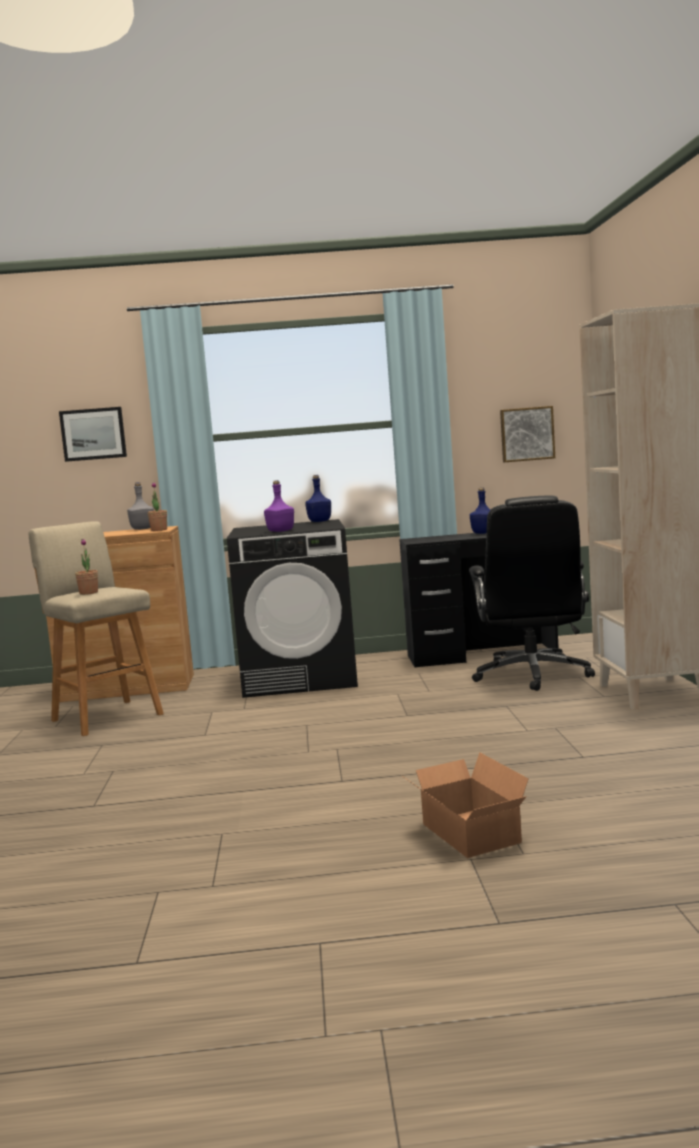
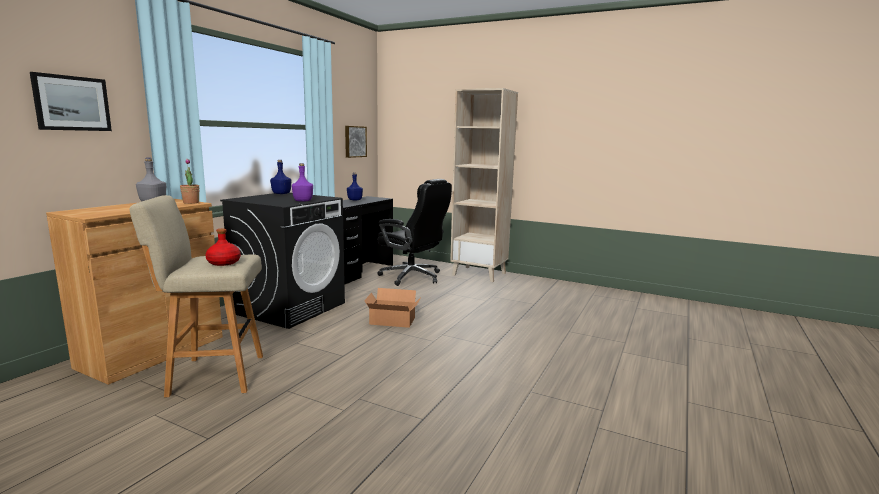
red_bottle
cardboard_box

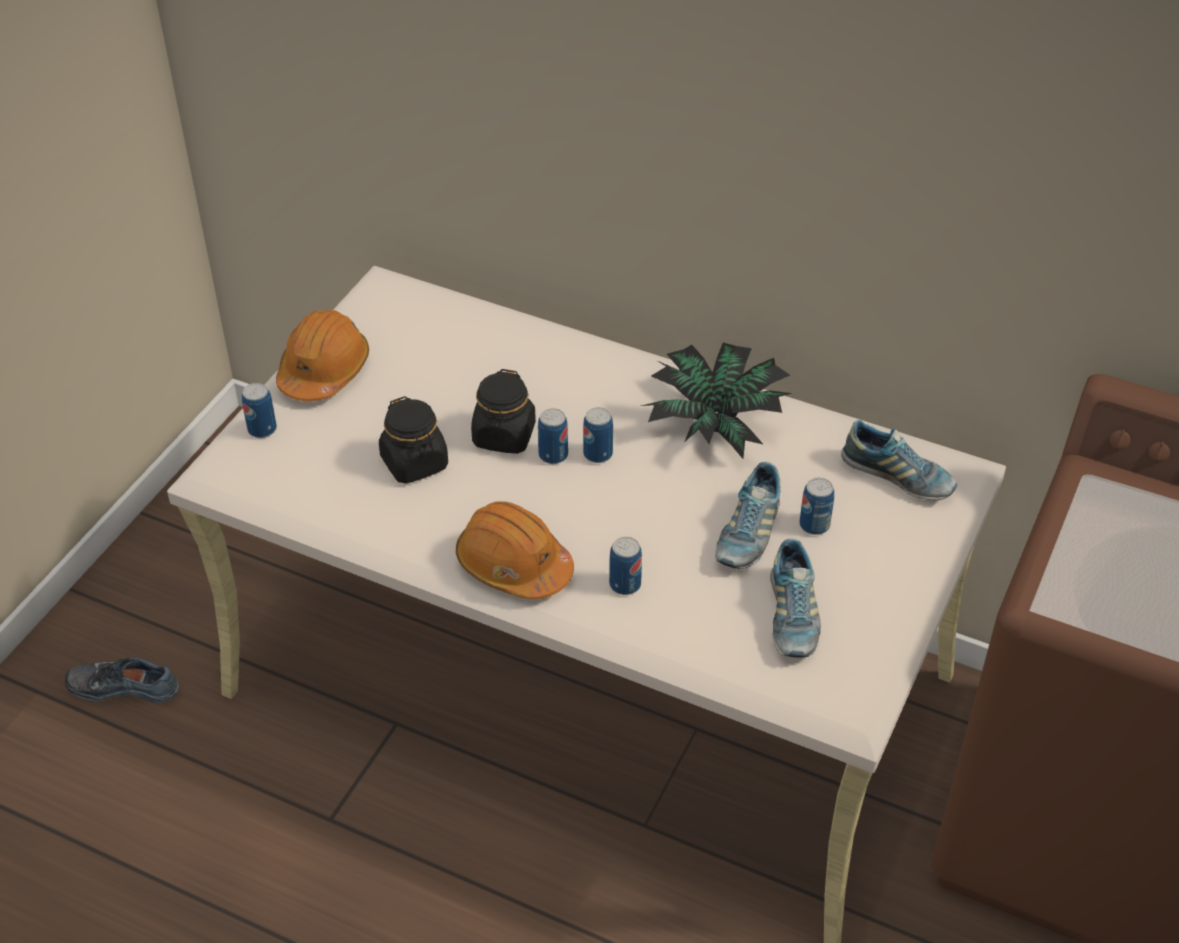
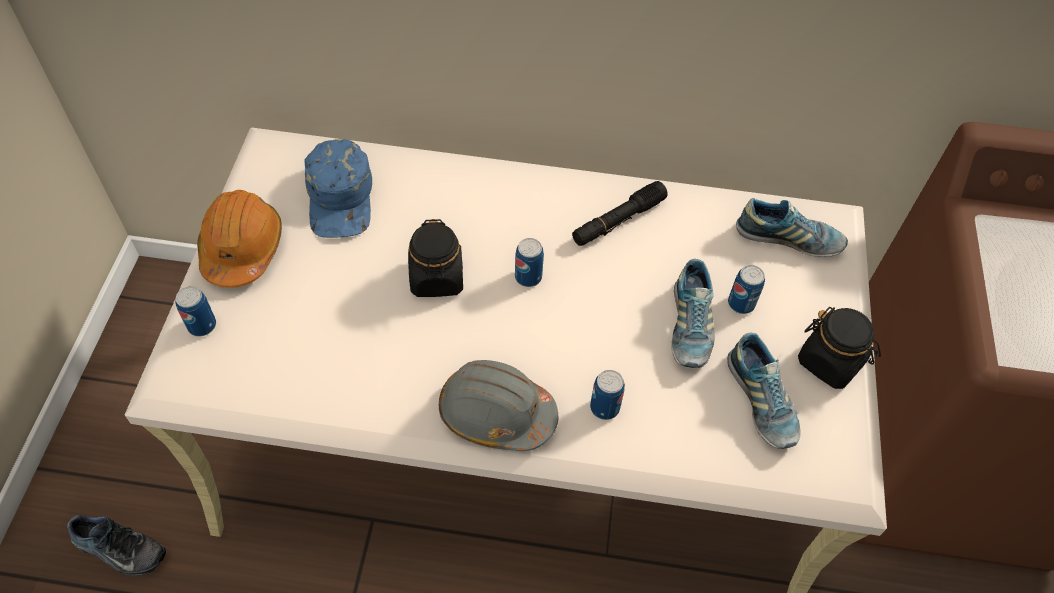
shoe (no. 1 from left)
black_jar (no. 2 from left)
grey_hard_hat
can (no. 2 from left in the first image)
black_flashlight
blue_cap

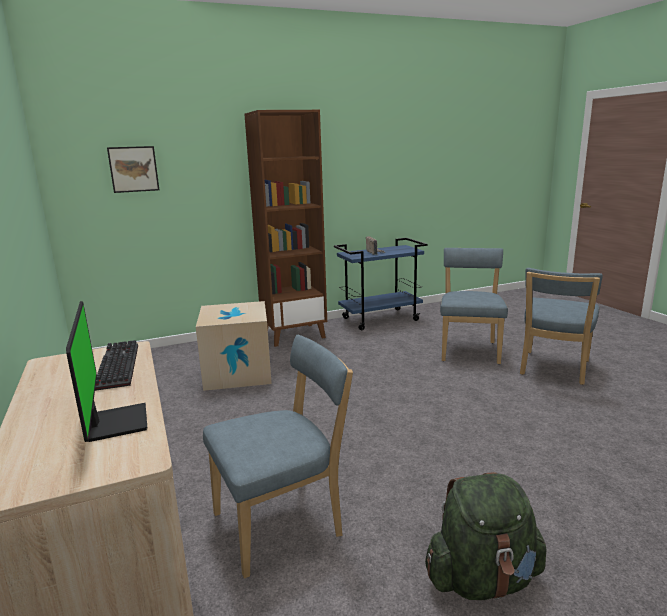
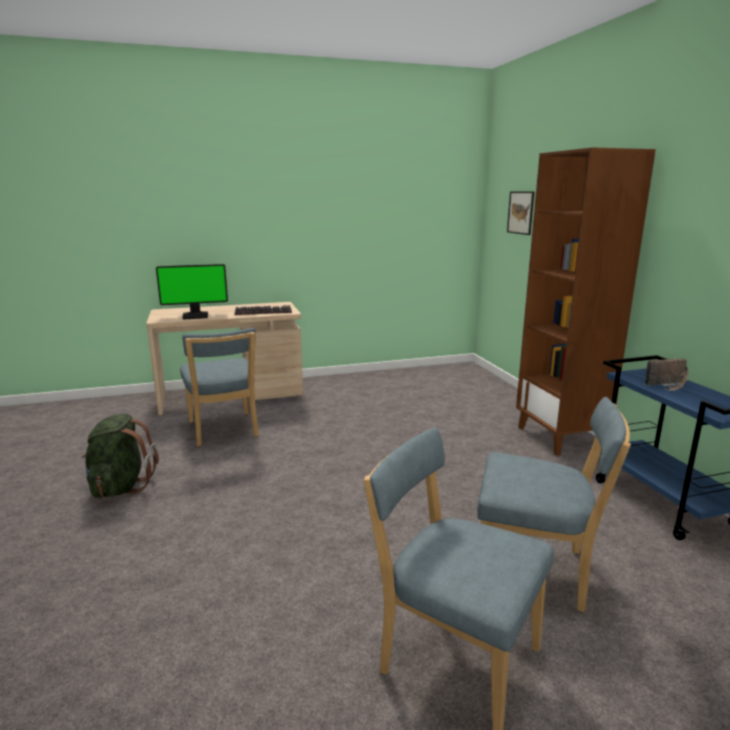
cardboard_box

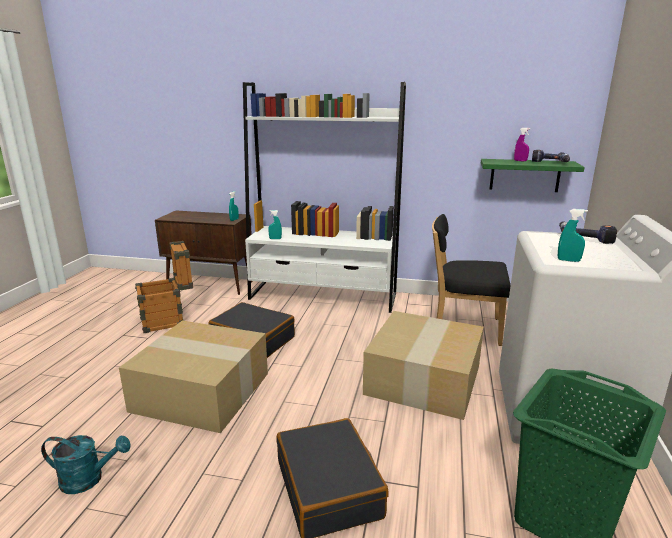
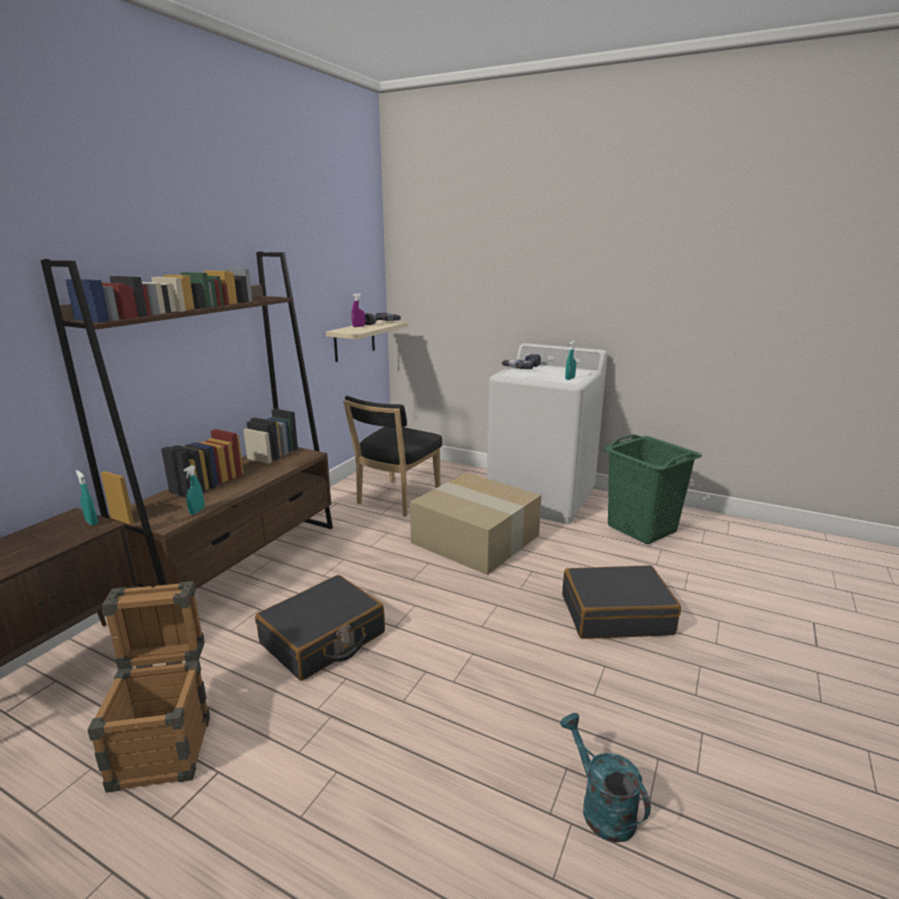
turquoise_watering_can
cardboard_box (no. 1 from left in the first image)
brown_bookcase
beige_shelf

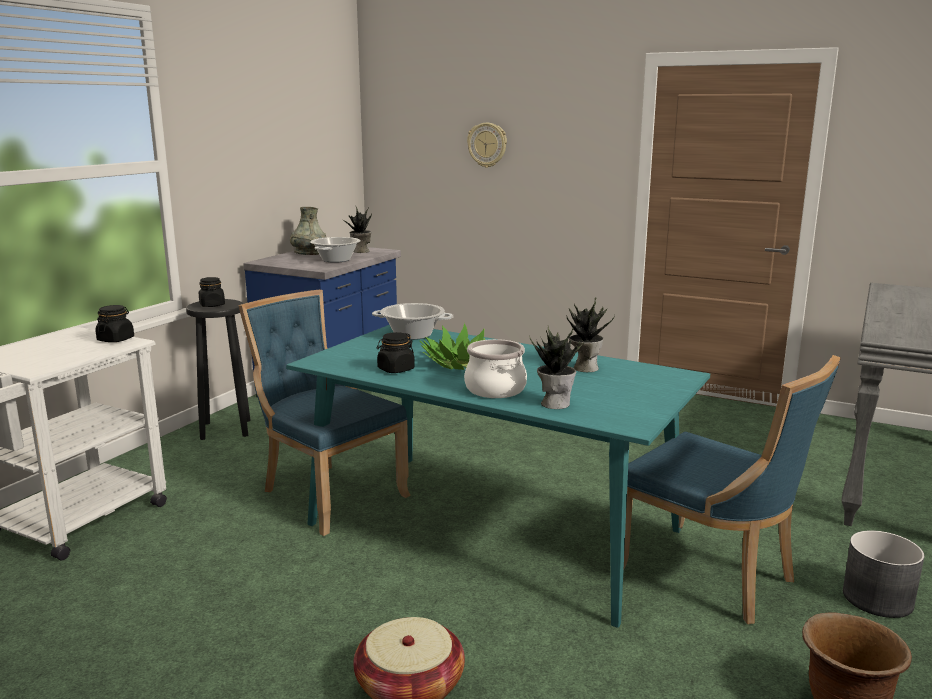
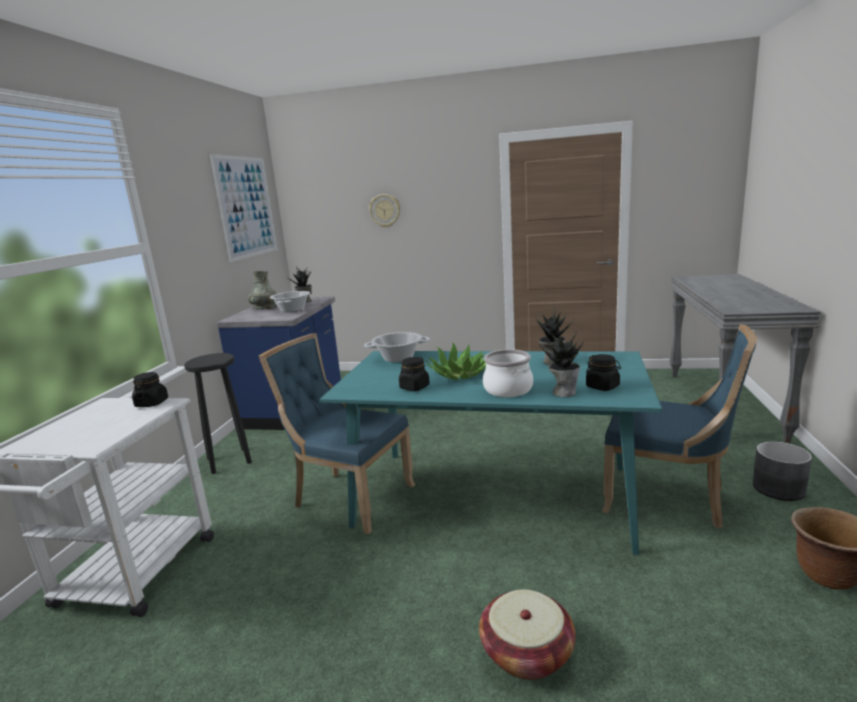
black_jar (no. 3 from left)
picture

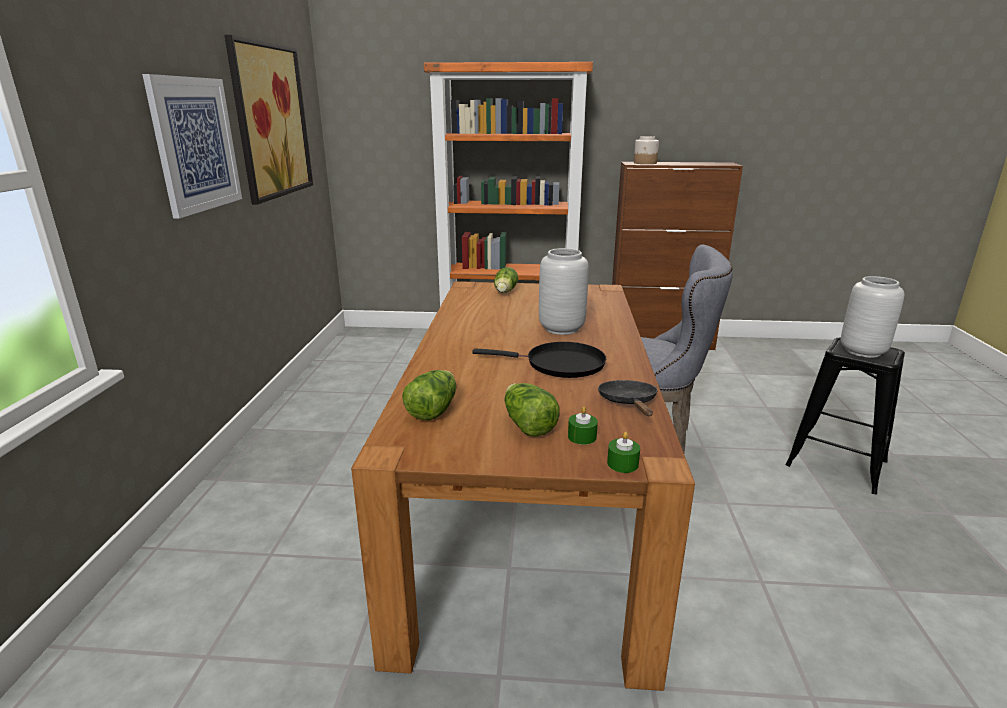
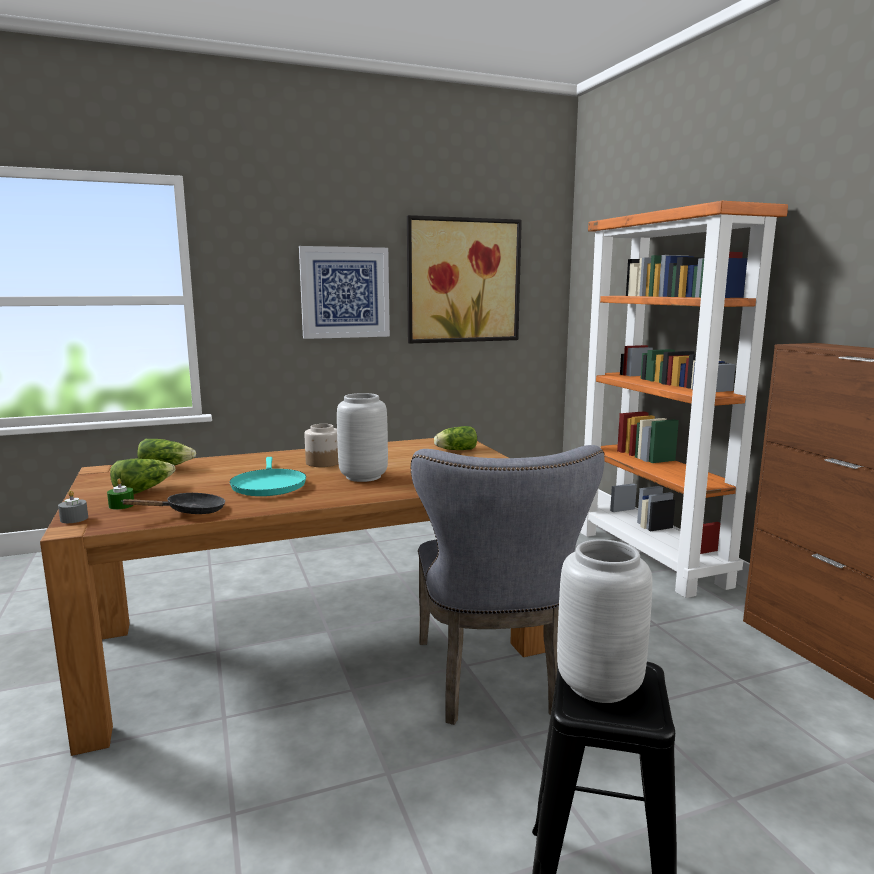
turquoise_frying_pan
grey_candle
jar

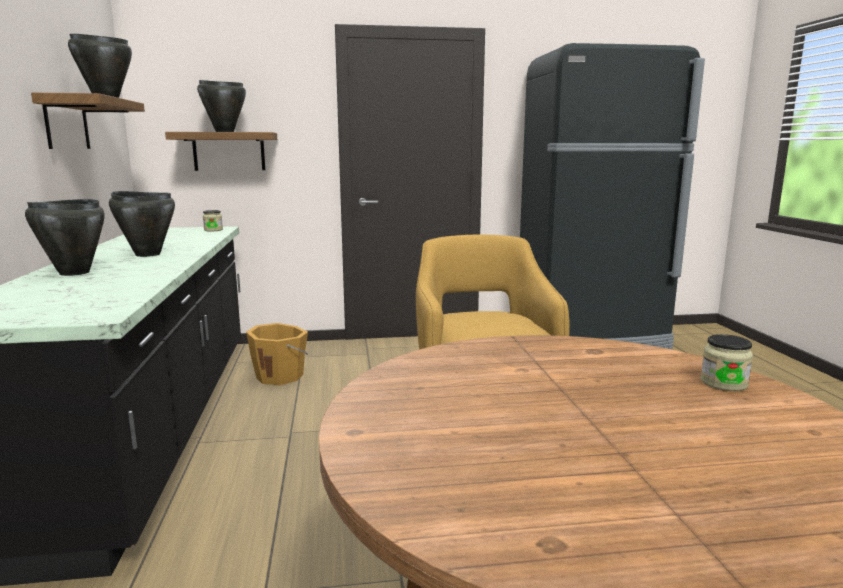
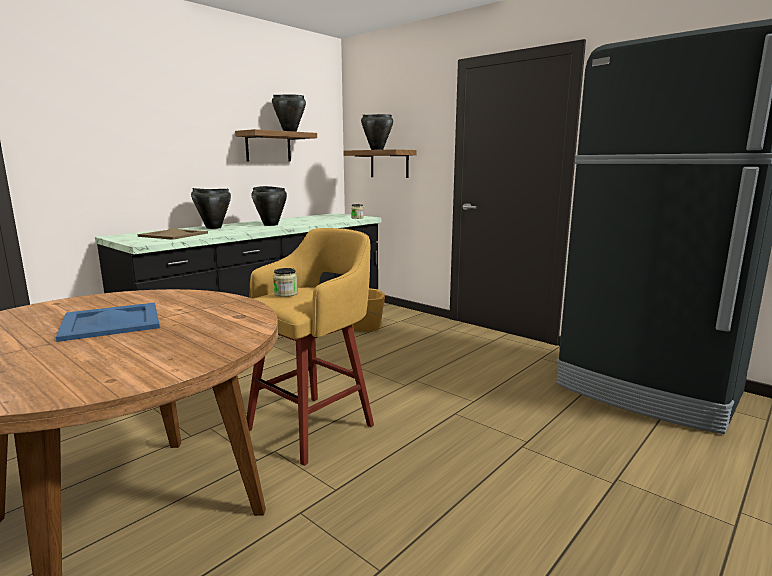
jar (no. 1 from left)
blue_tray
beige_tray

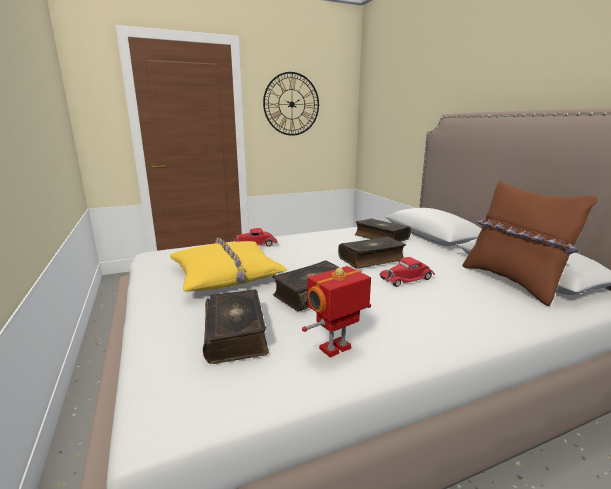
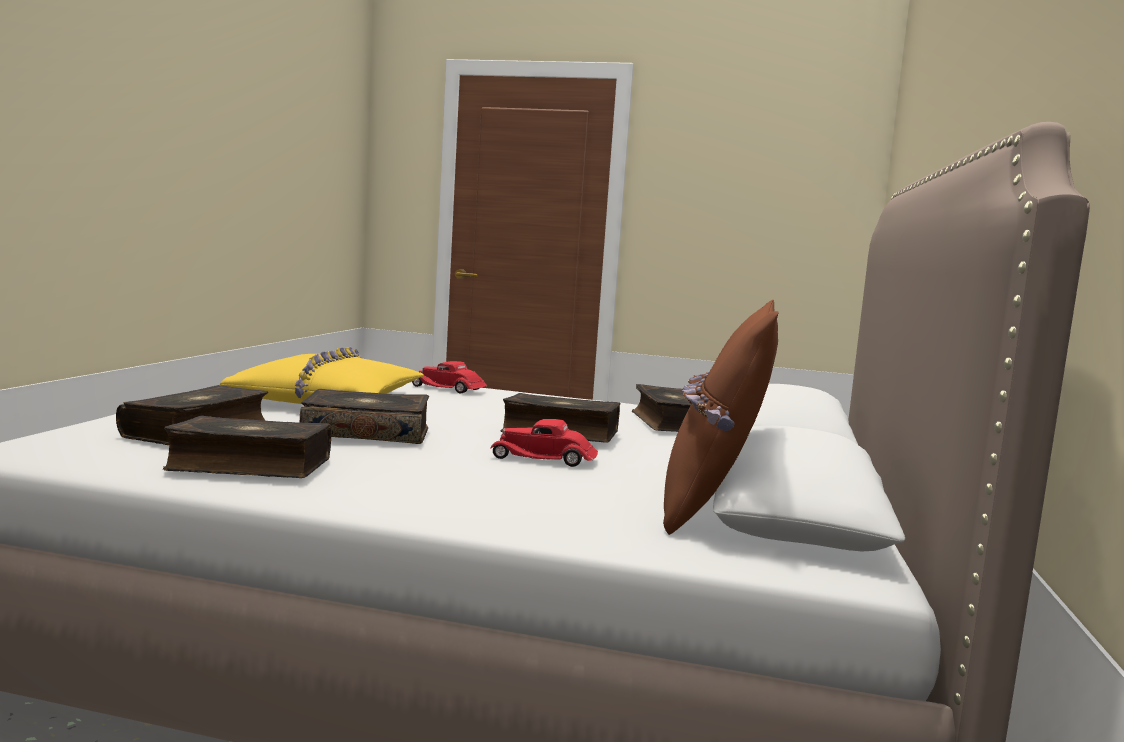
wall_clock
book (no. 2 from left)

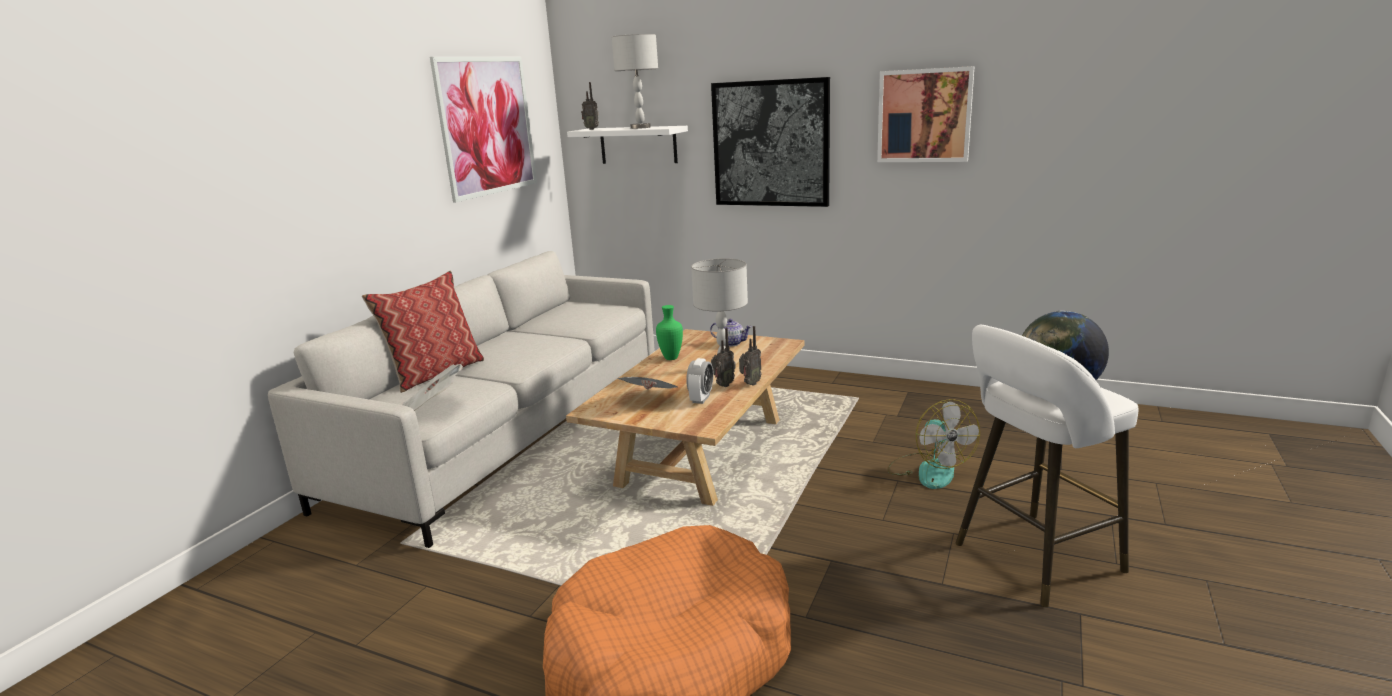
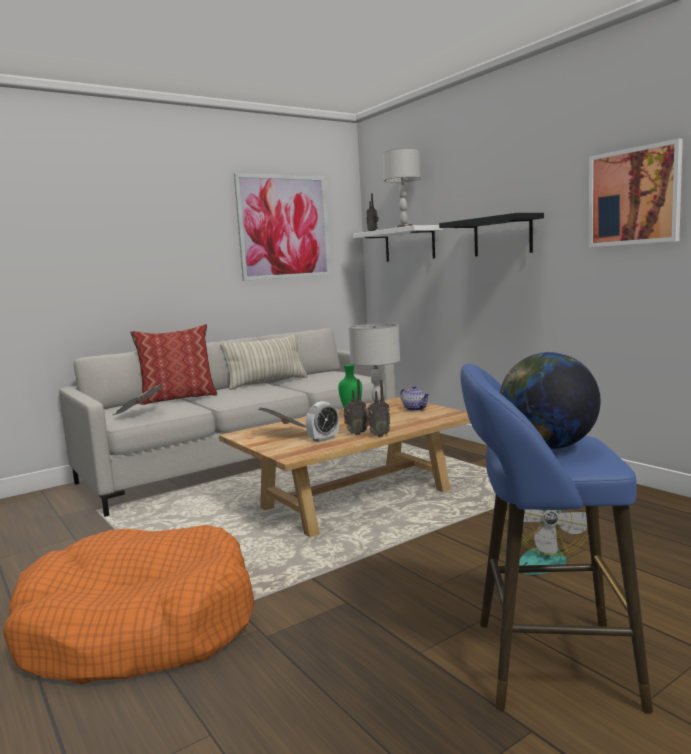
black_shelf
blue_stool
pillow (no. 2 from left)

